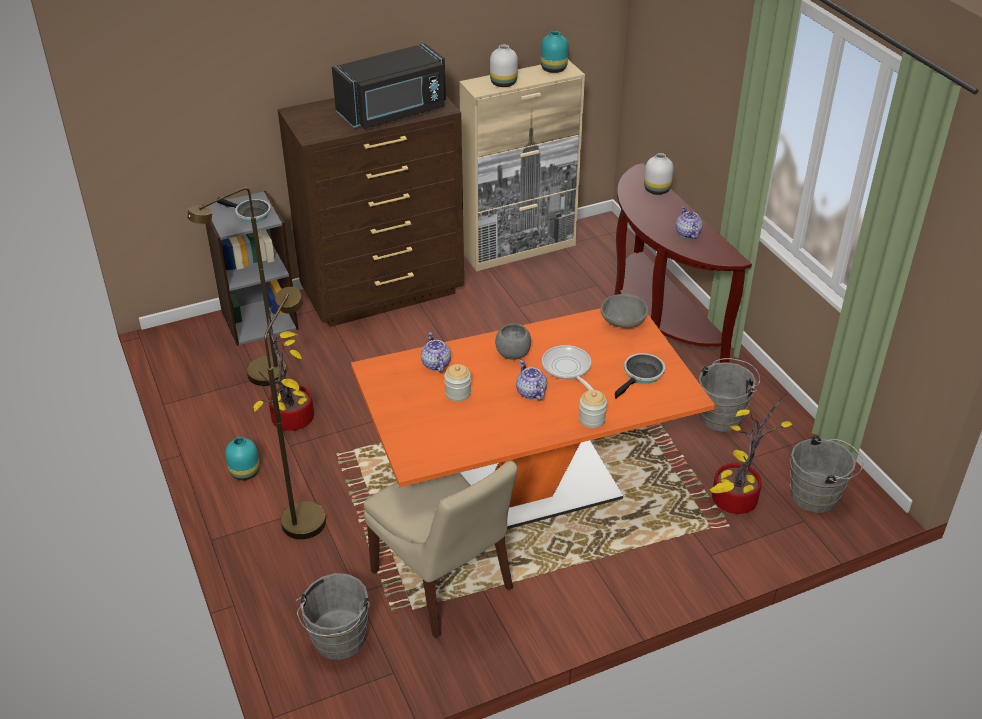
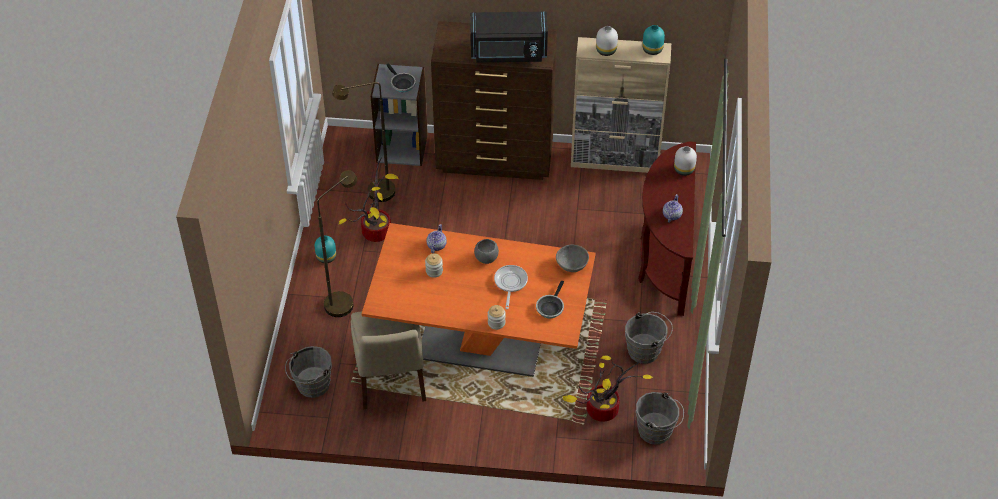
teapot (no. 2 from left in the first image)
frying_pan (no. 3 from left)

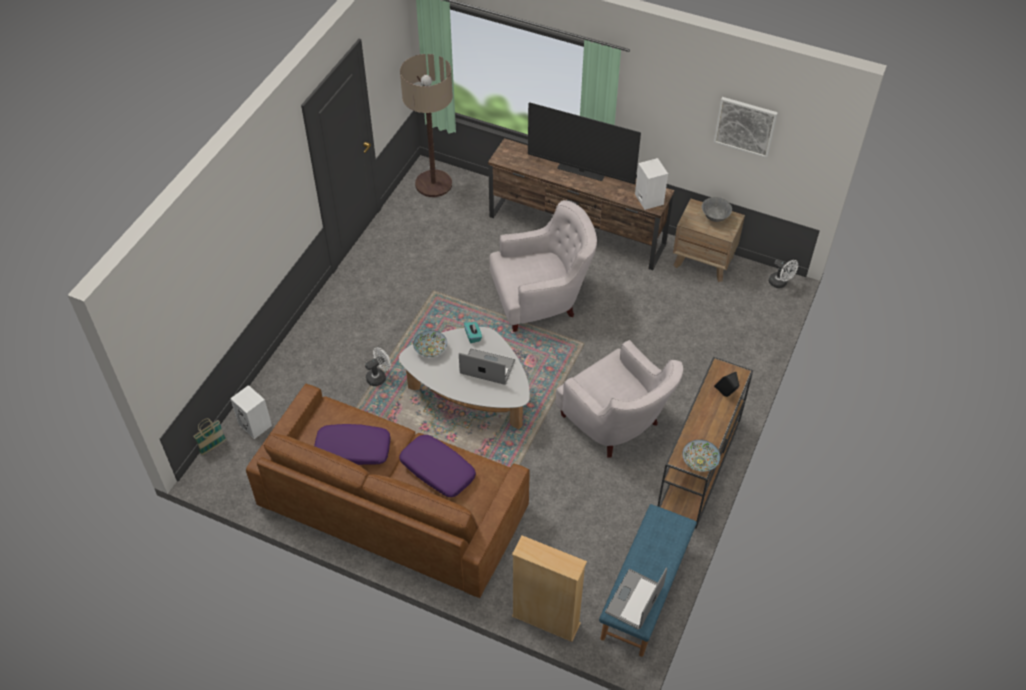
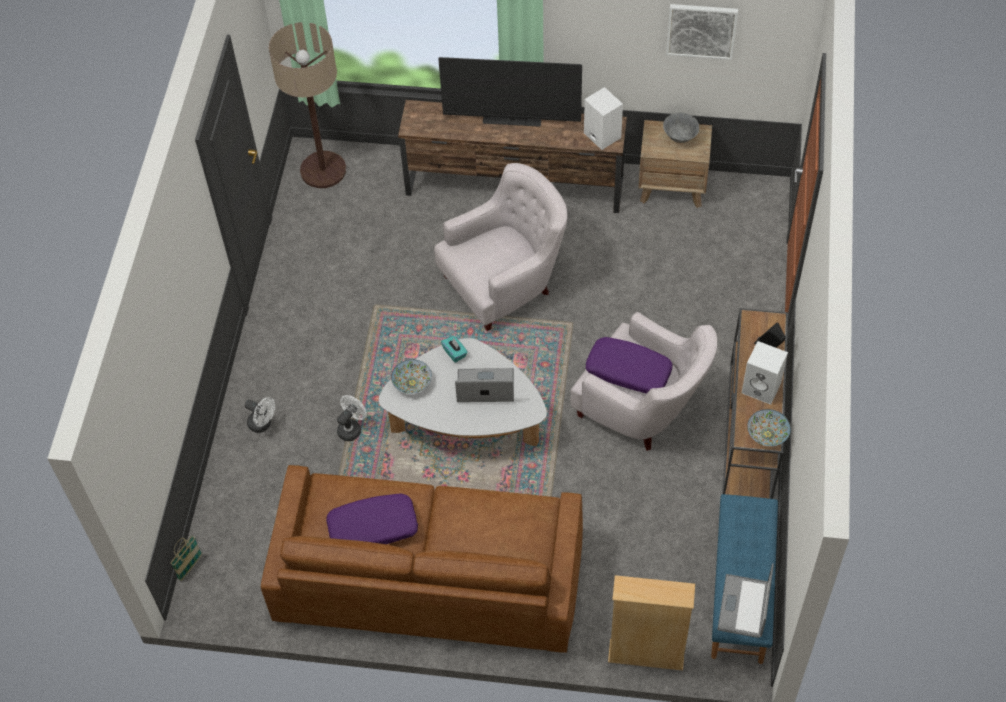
white_speaker (no. 2 from left)
purple_pillow (no. 2 from left)
white_fan (no. 1 from left)

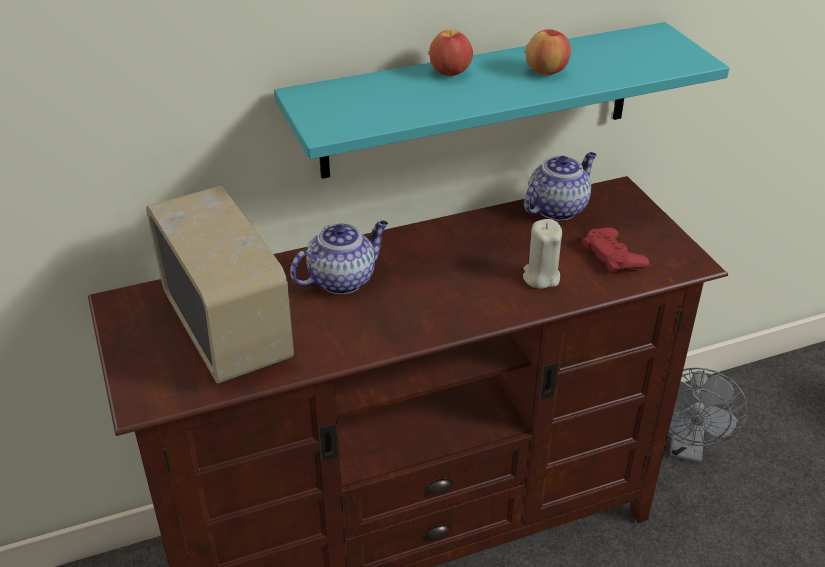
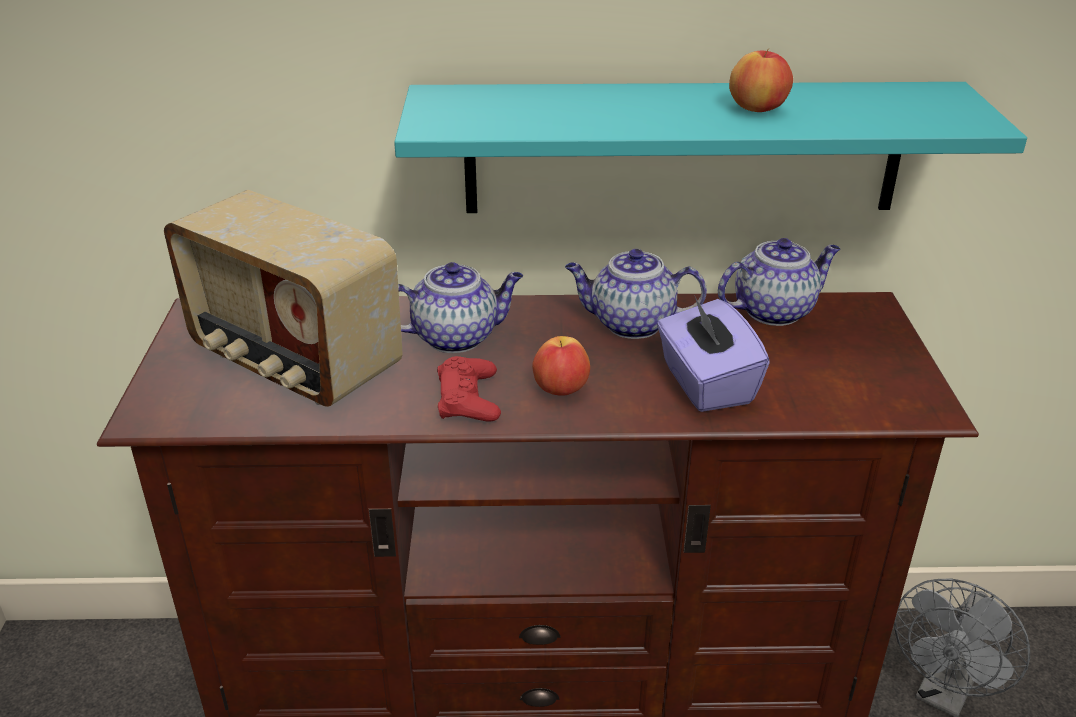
radio
apple (no. 1 from left)
purple_tissue_box
red_game_controller
teapot (no. 2 from left)

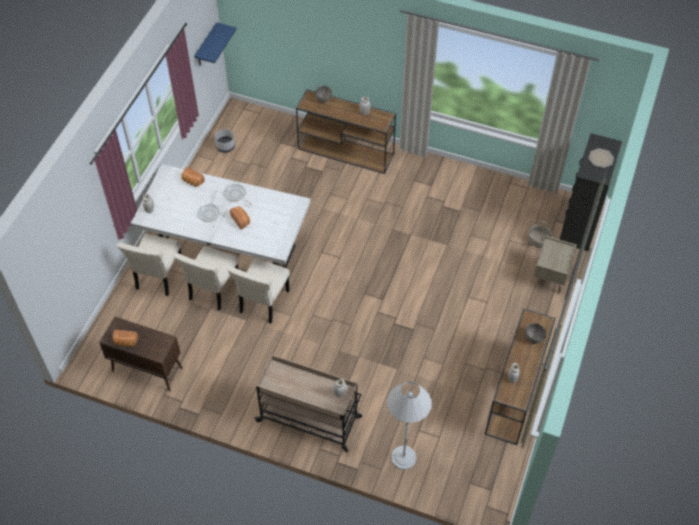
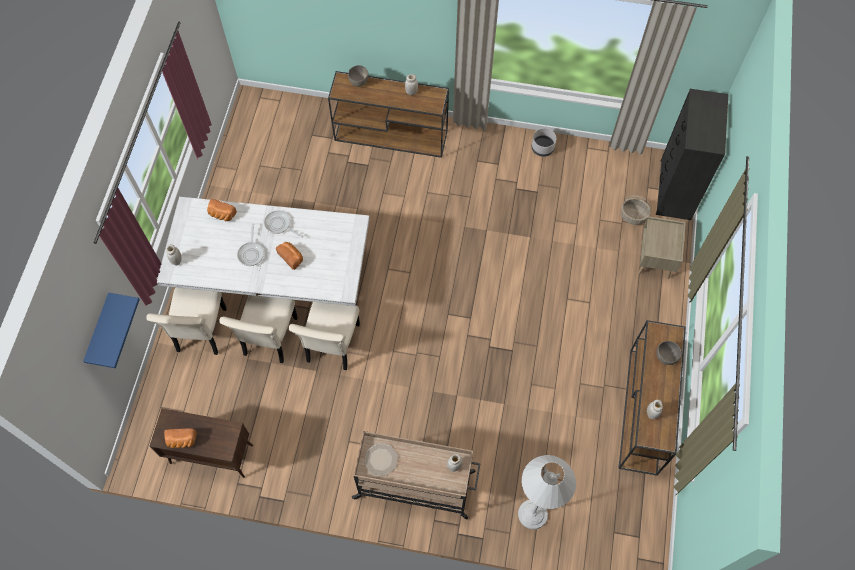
blue_shelf
grey_planter
plate

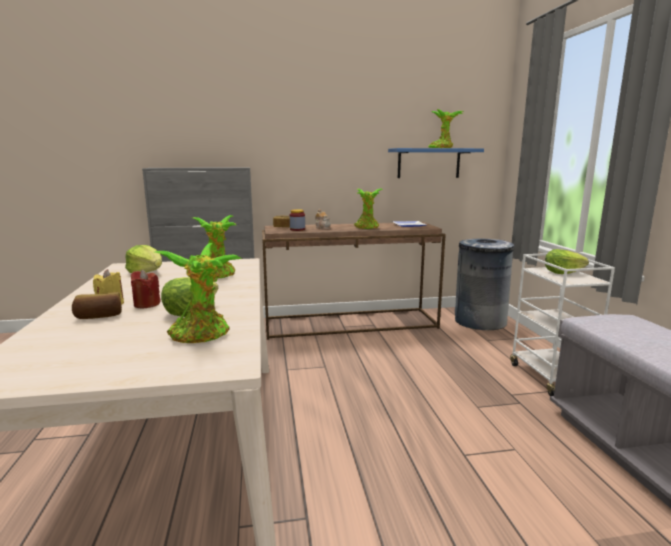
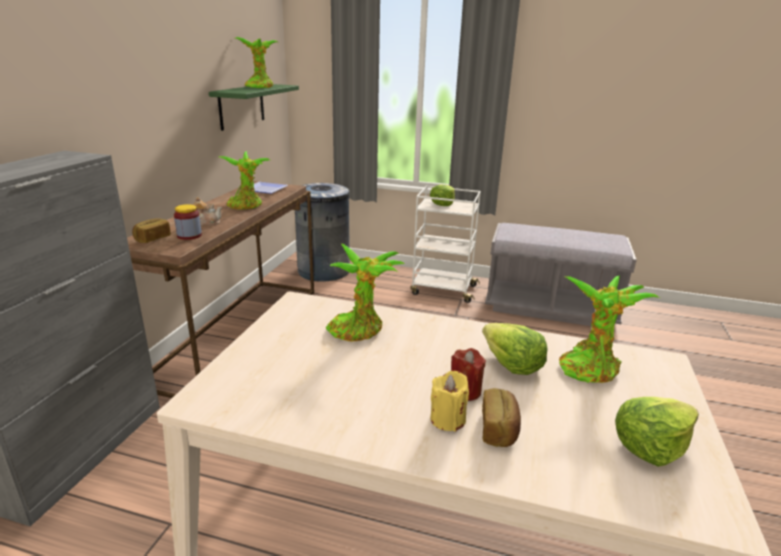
lettuce (no. 3 from left)
green_shelf

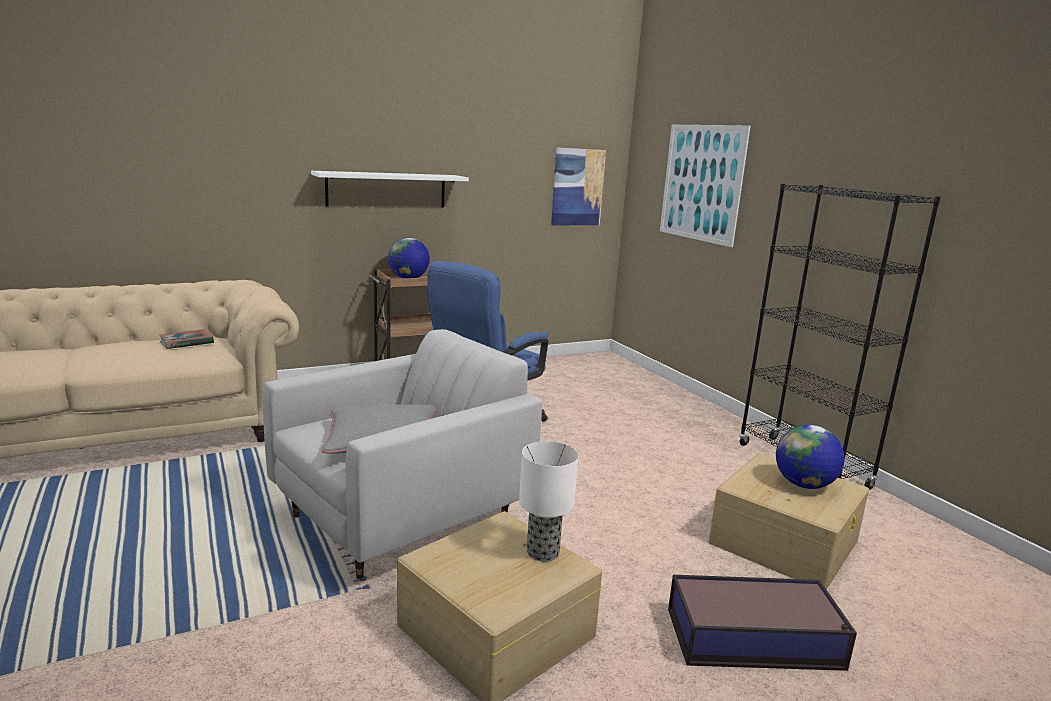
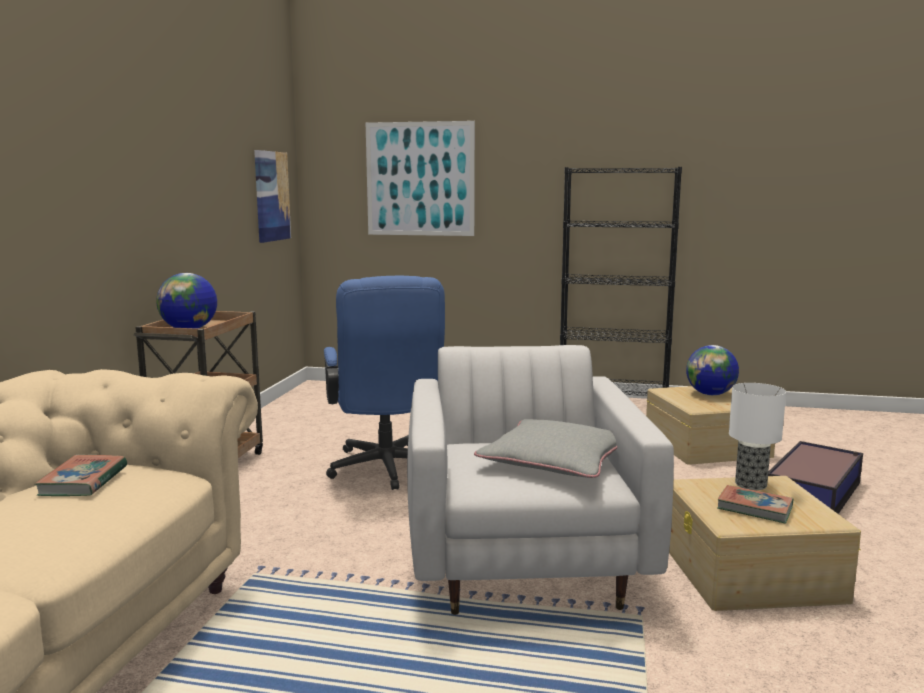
white_shelf
book (no. 2 from left)

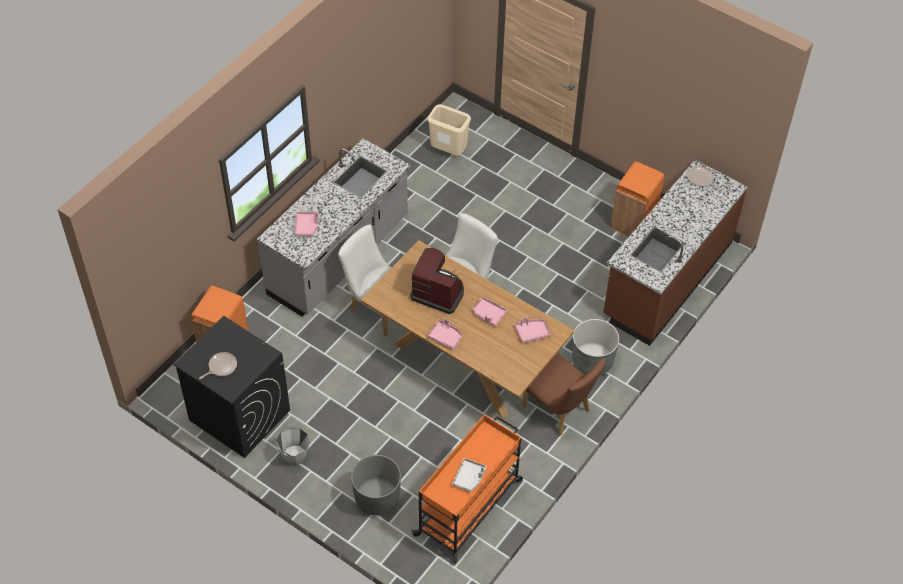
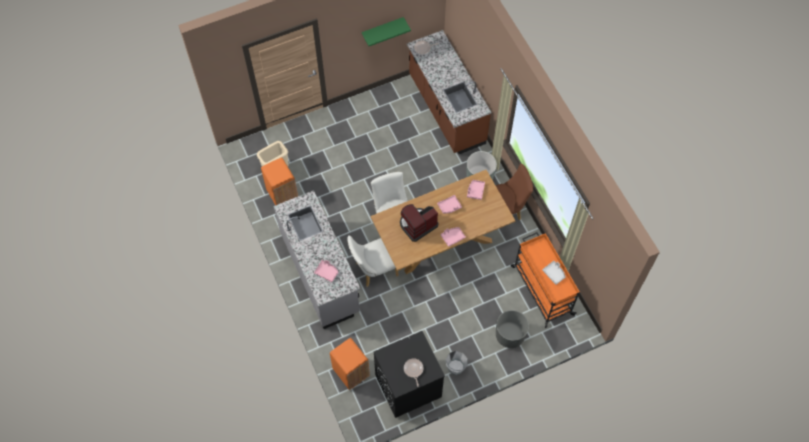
orange_trash_can (no. 1 from left)
green_shelf

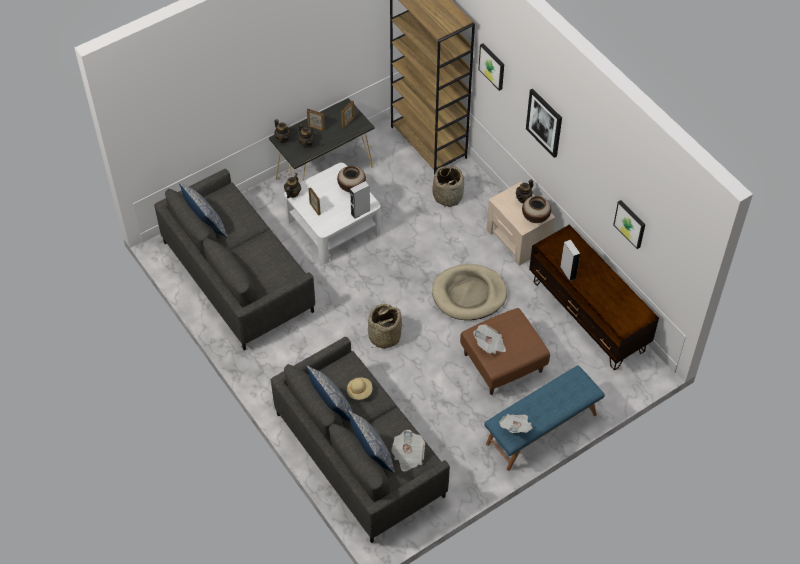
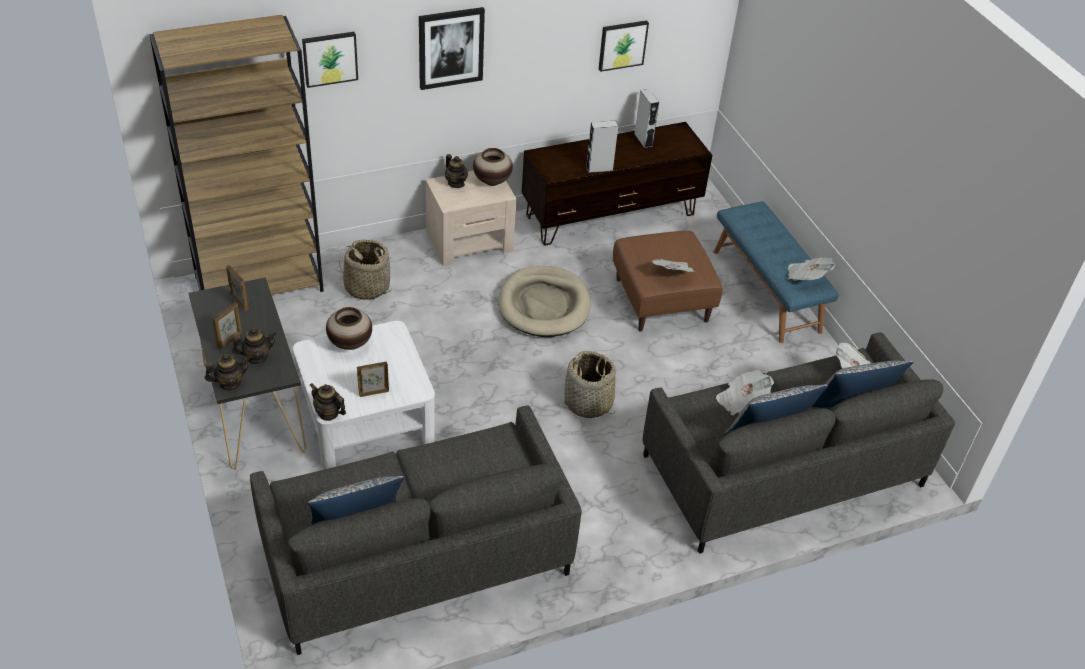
newspaper (no. 2 from left)
grey_speaker (no. 2 from left)

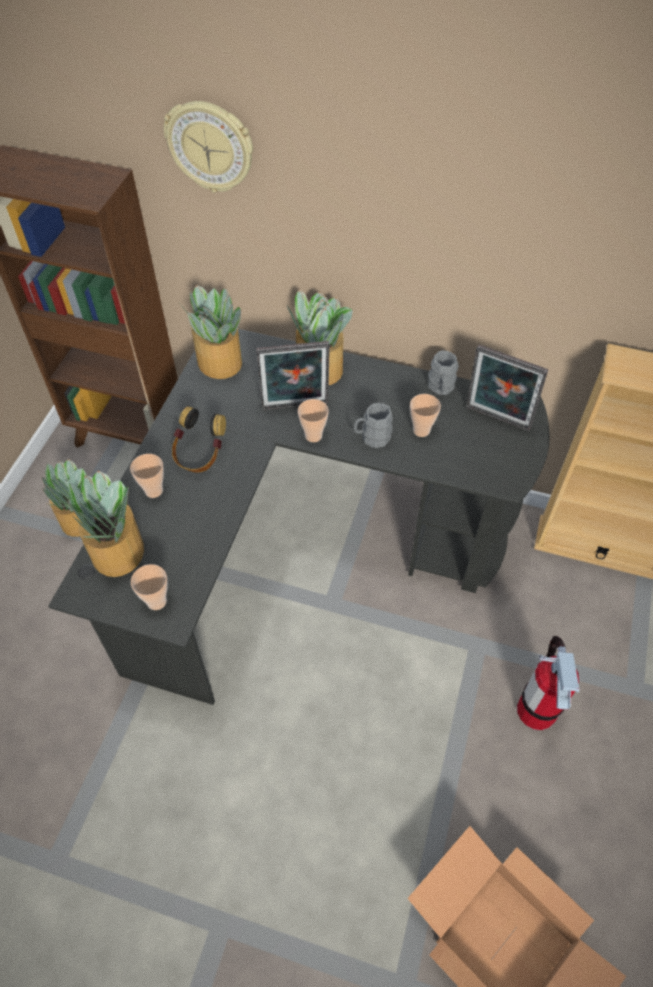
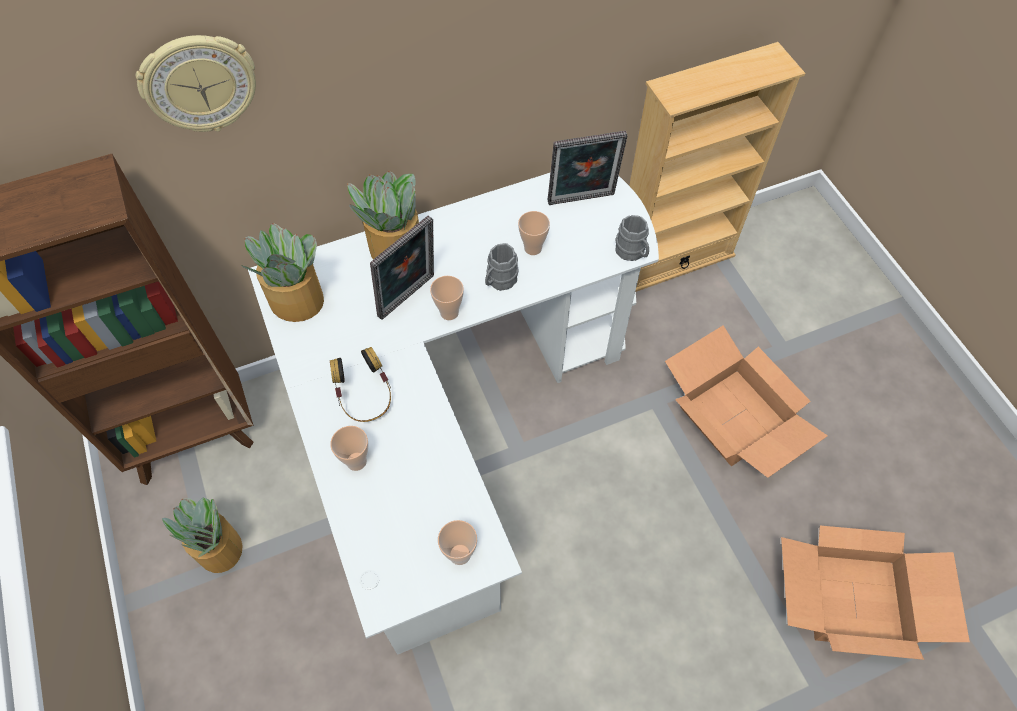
white_desk
potted_plant (no. 2 from left in the first image)
grey_mug (no. 2 from left)
cardboard_box (no. 1 from left)

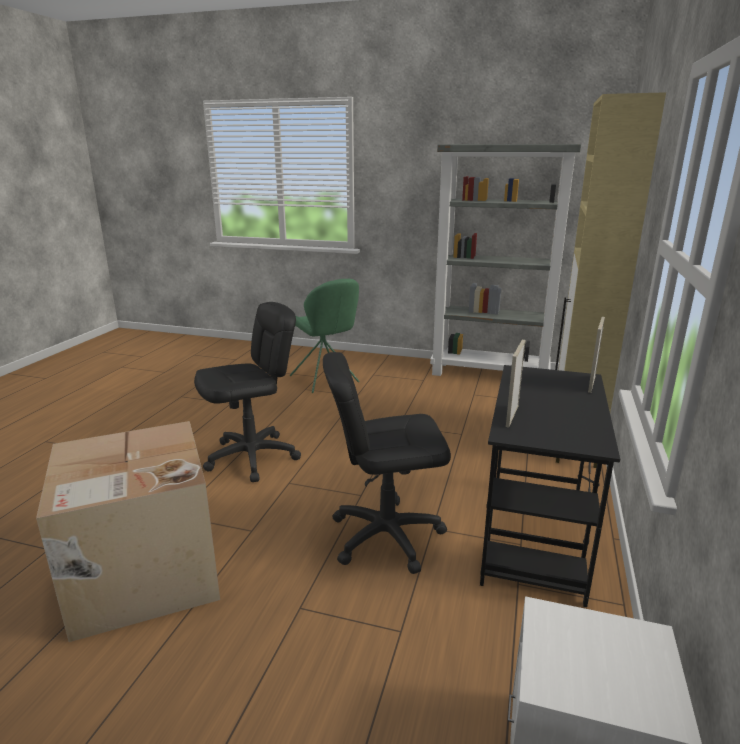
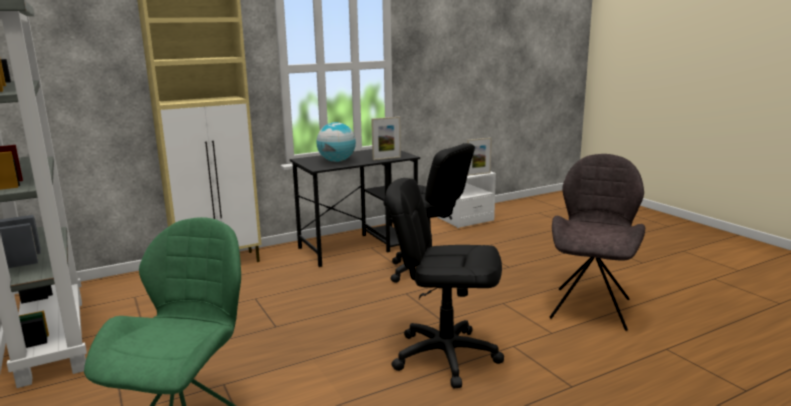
grey_chair
picture_frame (no. 2 from left)
globe

